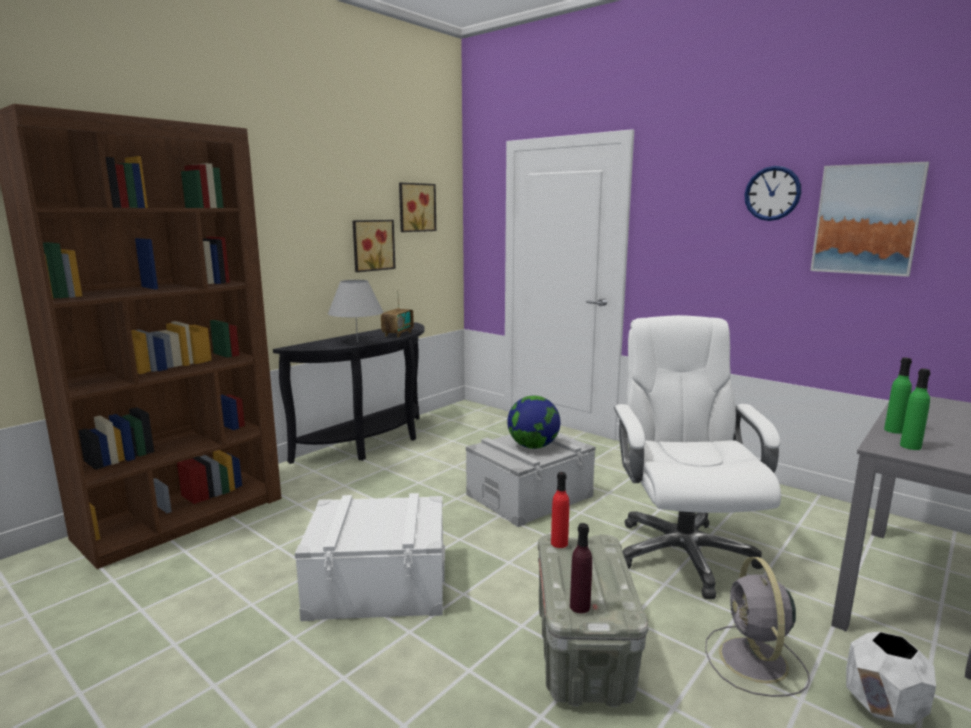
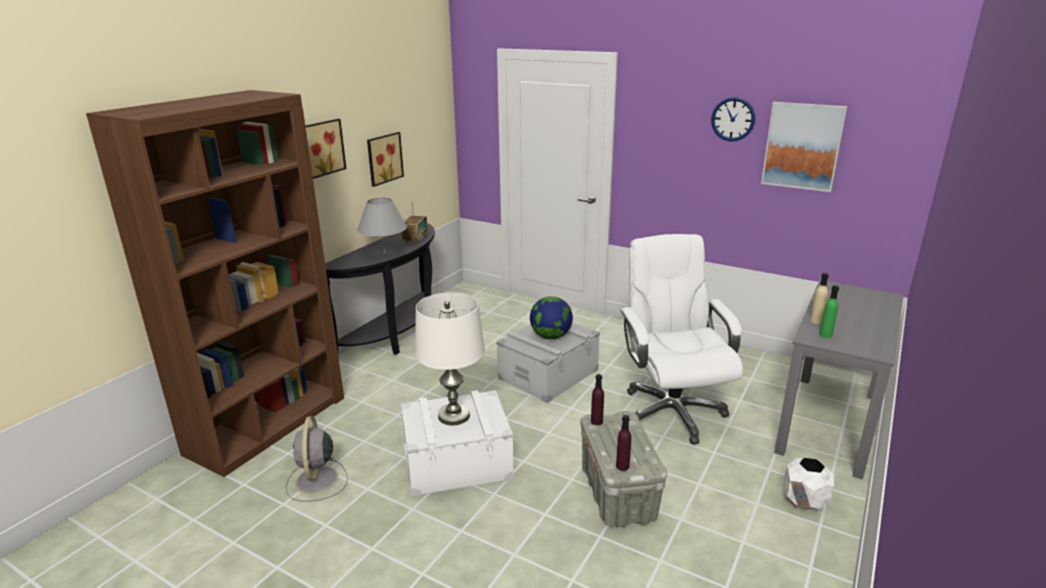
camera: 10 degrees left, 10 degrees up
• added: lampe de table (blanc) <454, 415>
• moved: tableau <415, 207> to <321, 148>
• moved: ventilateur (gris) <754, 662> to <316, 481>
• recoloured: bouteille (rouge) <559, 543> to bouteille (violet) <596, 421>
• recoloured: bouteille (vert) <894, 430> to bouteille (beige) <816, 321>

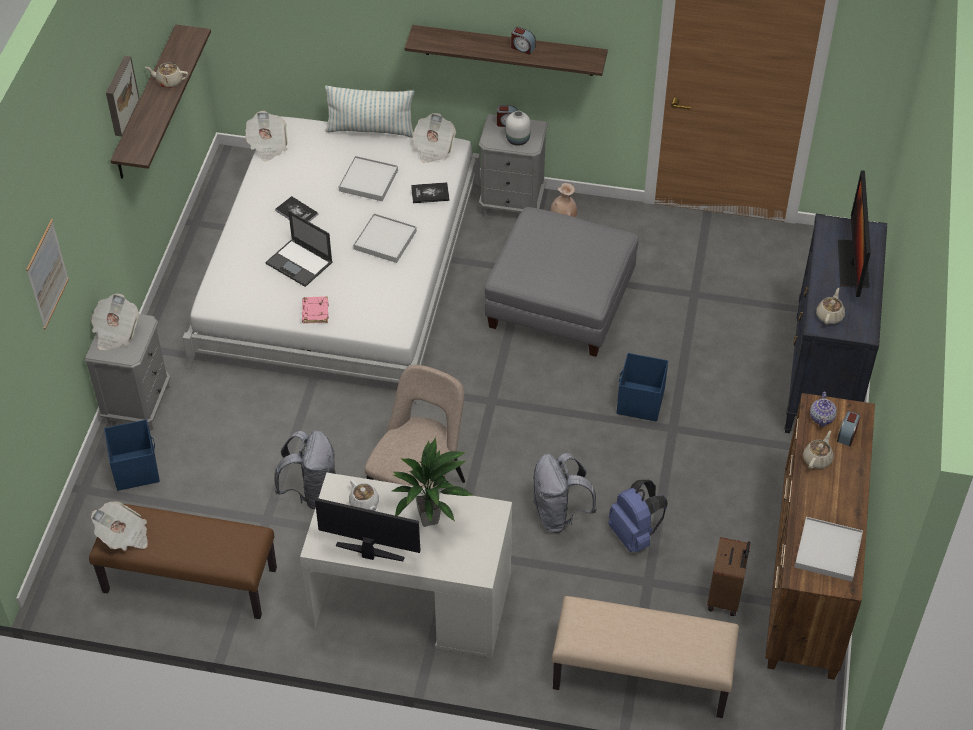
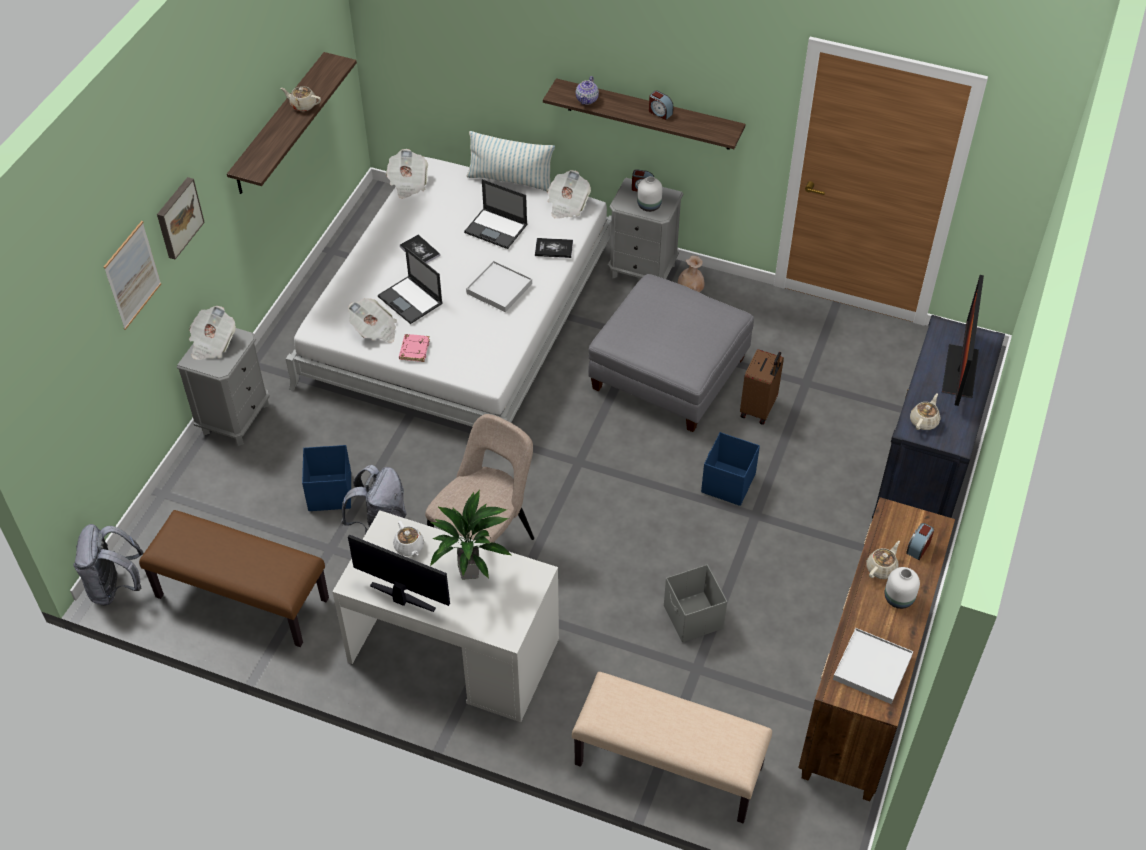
camera: 10 degrees right, 0 degrees up
• added: vase (blanc) <898, 598>
• moved: journal <123, 536> to <374, 330>
• moved: boîte de rangement (bleu) <136, 468> to <330, 492>
• moved: tableau <119, 95> to <178, 217>
• moved: sac à dos (gris) <559, 514> to <115, 587>
• moved: valise (marron) <725, 597> to <759, 409>
• moved: théière <822, 417> to <587, 99>
• replaced: plateau (blanc) <368, 180> to ordinateur portable <496, 229>
• replaced: sac à dos (bleu) <634, 535> to boîte de rangement (gris) <693, 618>

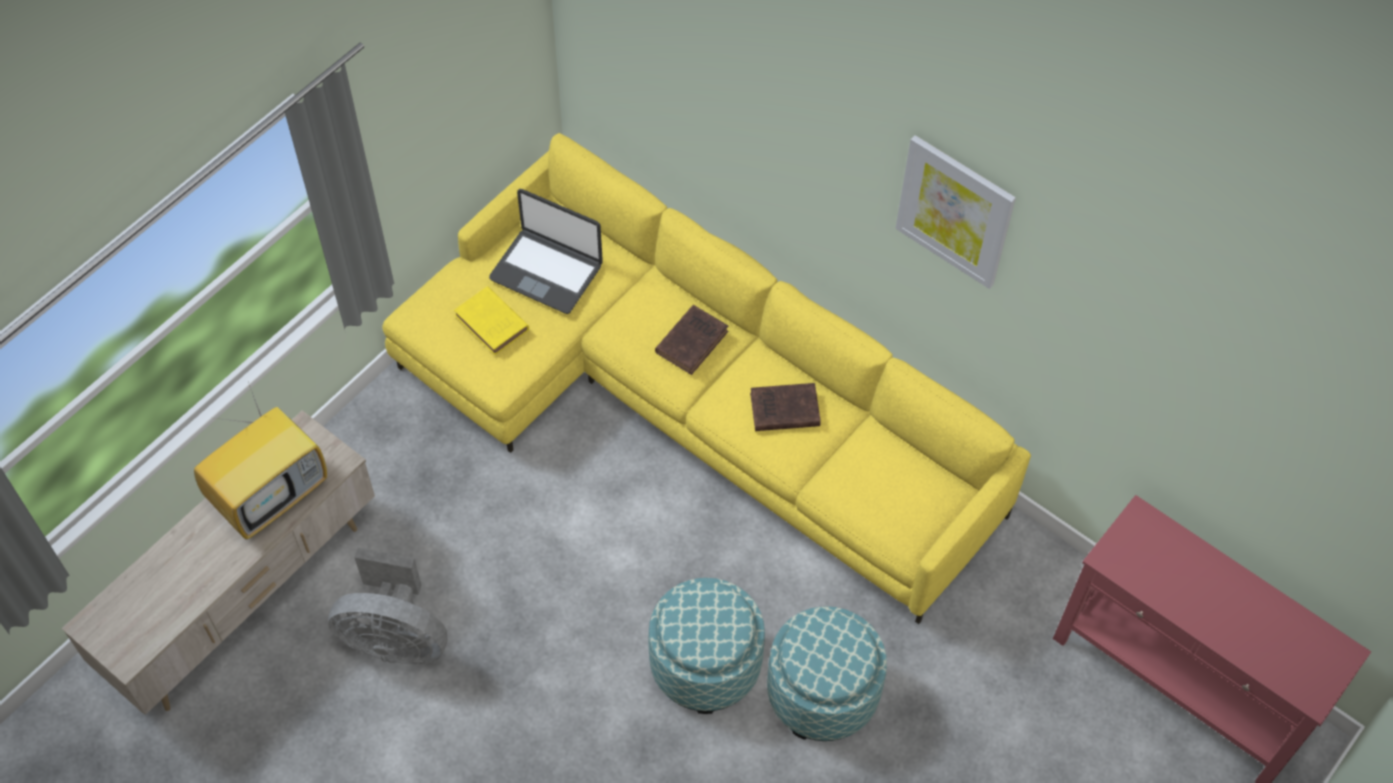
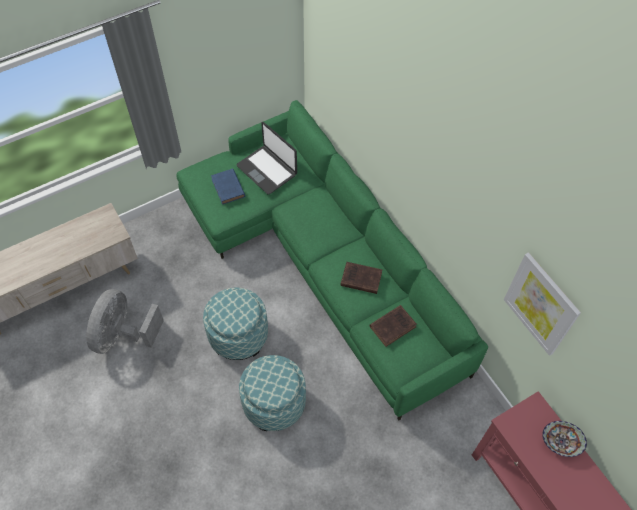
camera: 20 degrees right, 0 degrees up
• removed: téléviseur <271, 493>
• added: bol <561, 441>
• moved: livre (marron) <693, 340> to <393, 326>
• moved: pouf <822, 693> to <238, 335>
• moved: tableau <955, 211> to <541, 304>
• recoloured: canapé (jaune) <689, 403> to canapé (vert) <323, 261>
• recoloured: livre (jaune) <493, 324> to livre (bleu) <228, 188>
• turned: ventilateur (gris) <395, 638> = <123, 335> 75 degrees clockwise

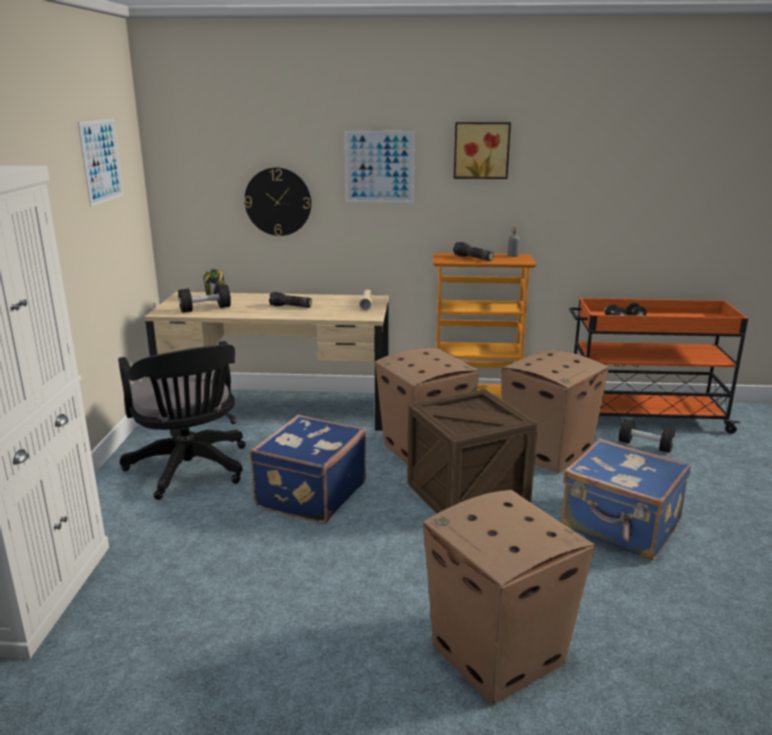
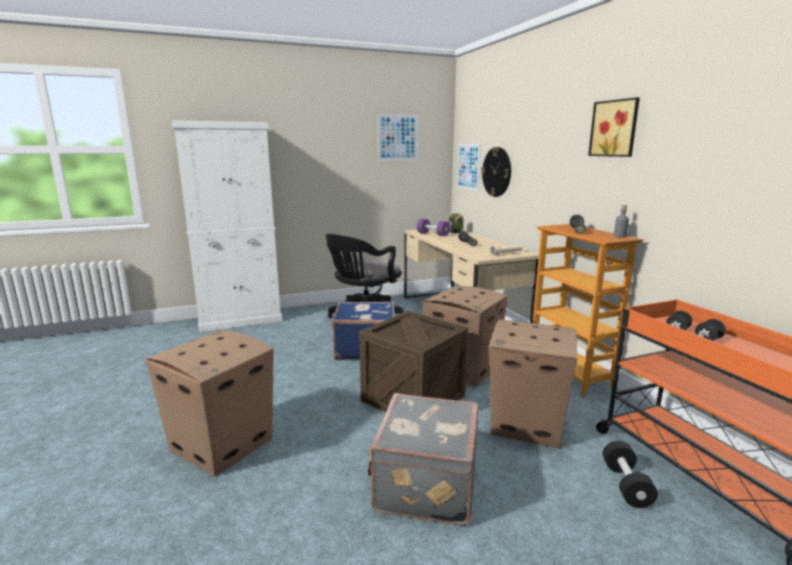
camera: 65 degrees right, 5 degrees down
• moved: tableau <379, 167> to <468, 166>
• recoloured: haltère (noir) <205, 309> to haltère (violet) <433, 234>
• recoloured: valise (bleu) <620, 527> to valise (gris) <424, 484>

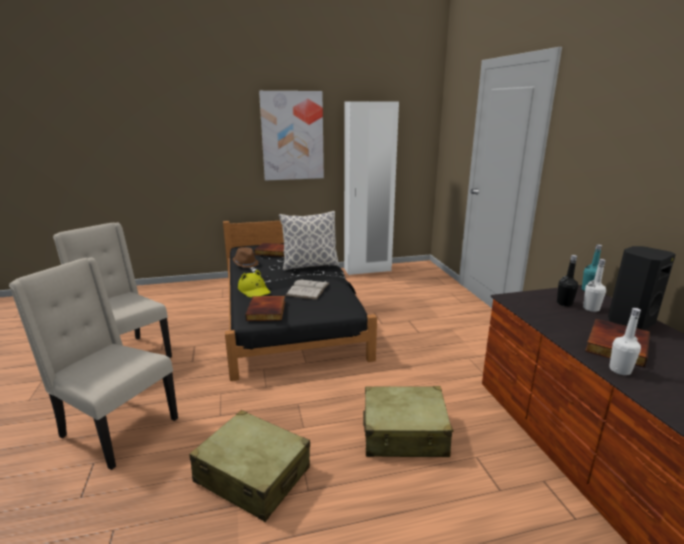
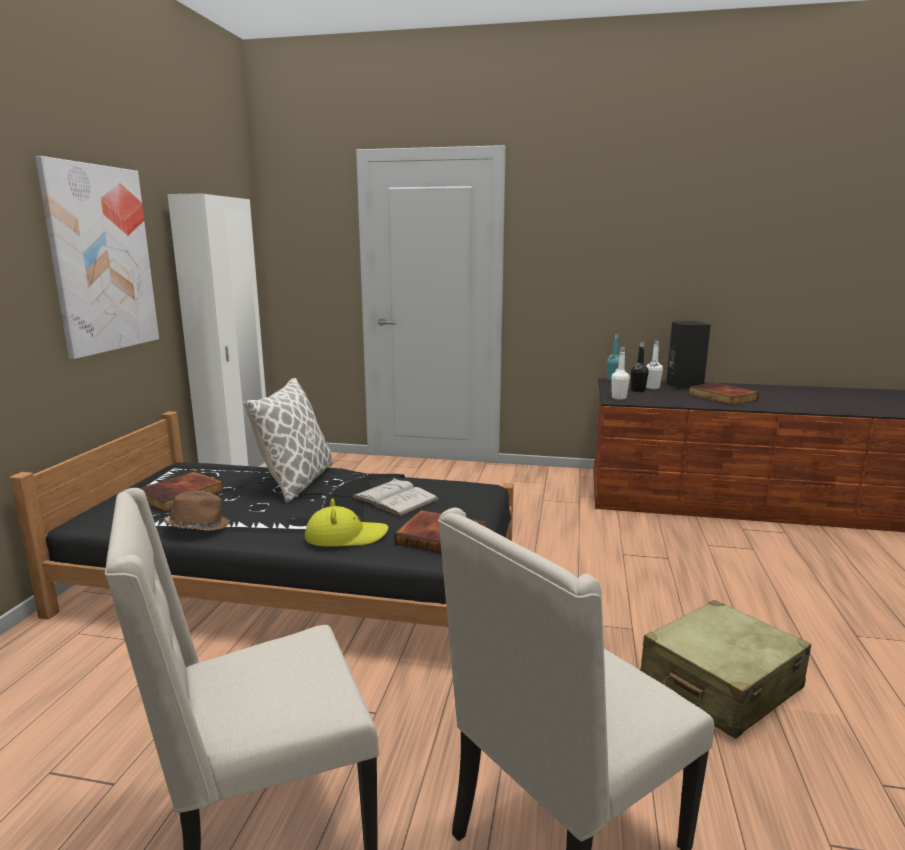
camera: 65 degrees left, 5 degrees down
• removed: valise (beige) <404, 433>
• moved: bouteille (blanc) <620, 370> to <619, 398>

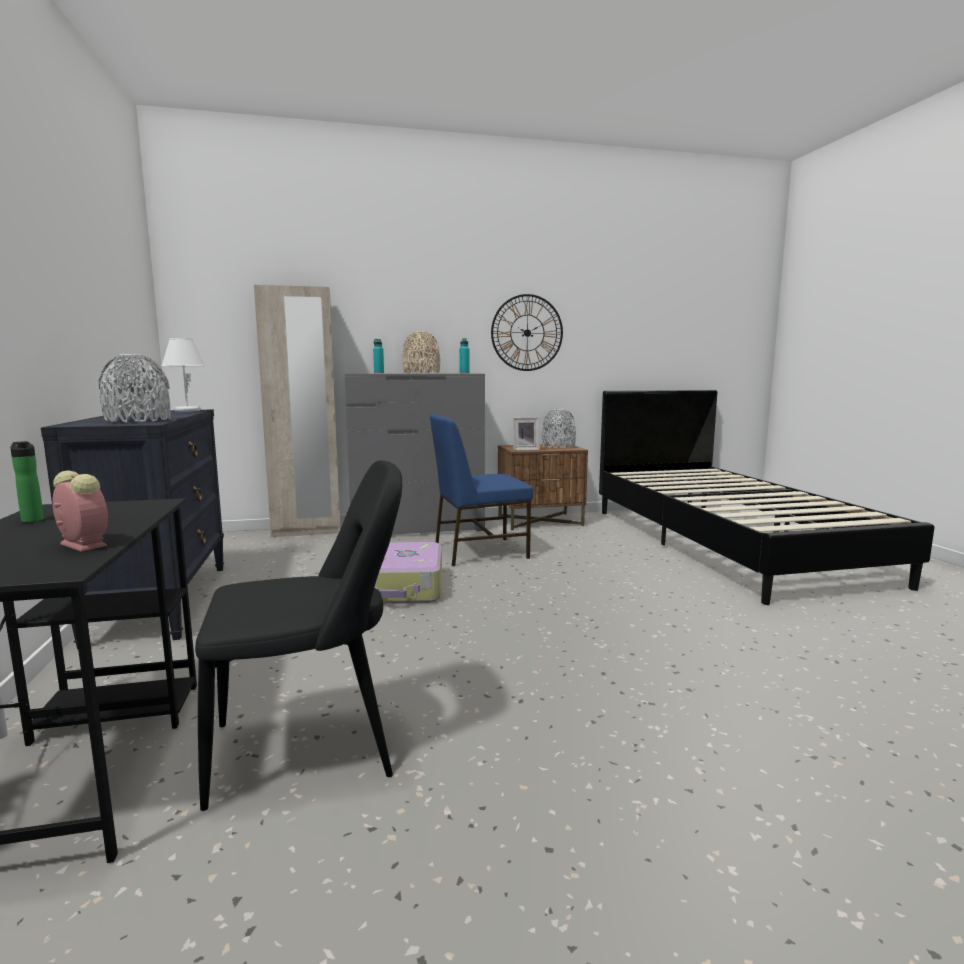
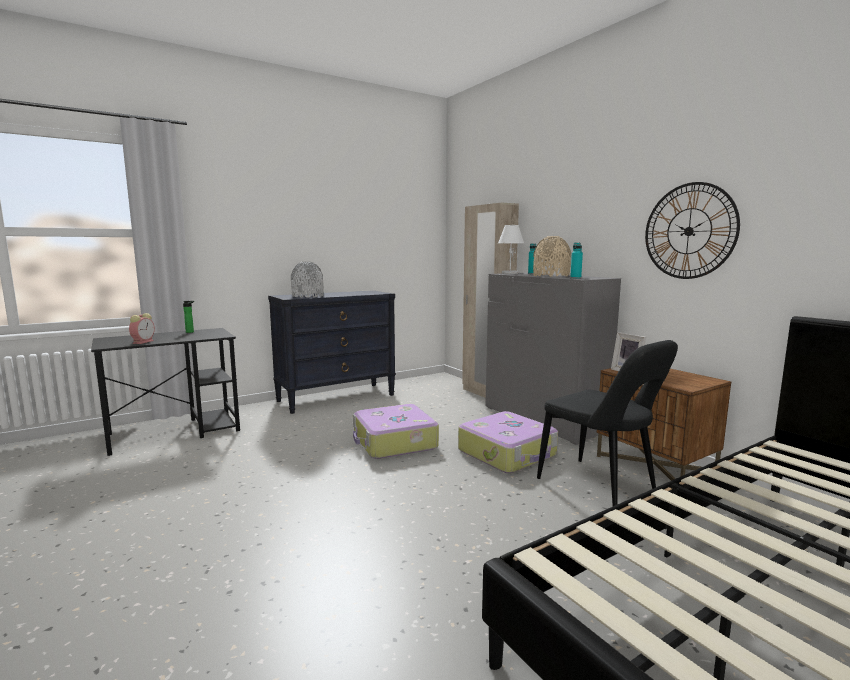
camera: 70 degrees right, 0 degrees up
• removed: vase (gris) <558, 446>
• moved: lampe de table (blanc) <187, 410> to <509, 273>
• moved: chaise (noir) <312, 749> to <600, 488>
• replaced: chaise (bleu) <478, 551> to valise <508, 453>

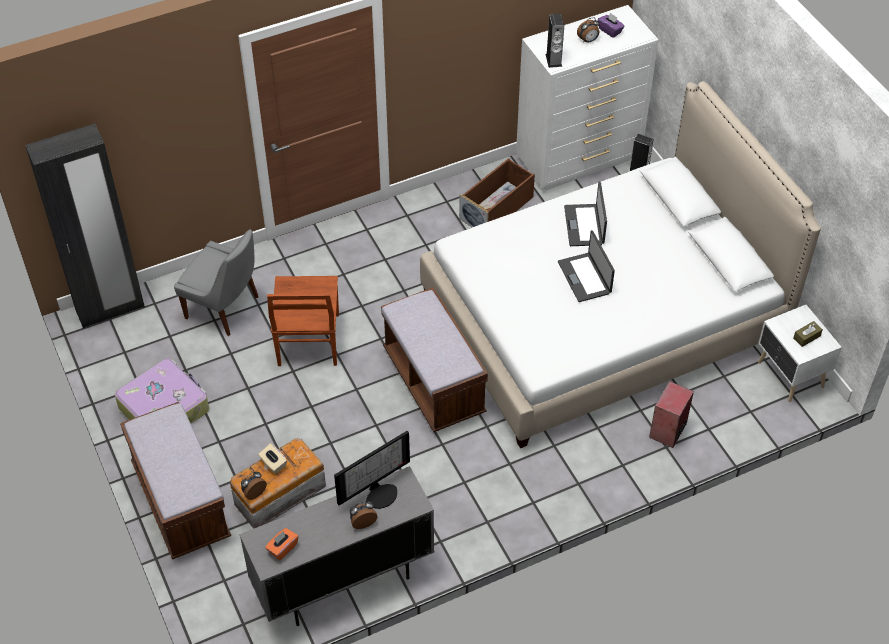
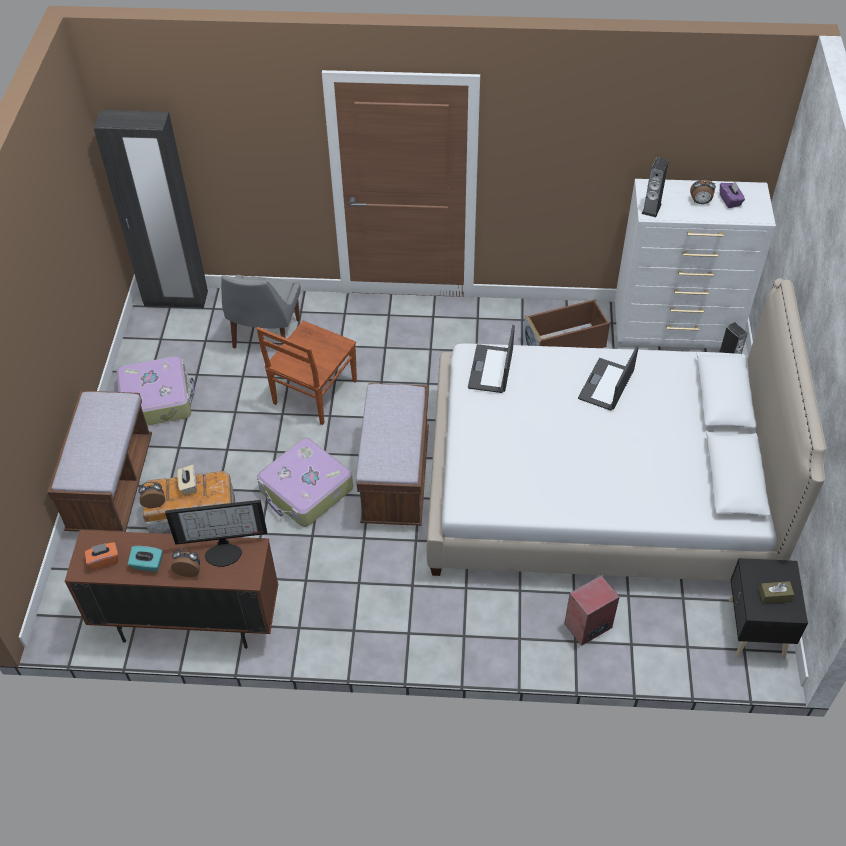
camera: 30 degrees right, 0 degrees up
• added: boîte à mouchoirs (turquoise) <147, 564>
• added: valise <306, 490>
• moved: ordinateur portable <585, 277> to <491, 369>
• recoloured: meuble de rangement (gris) <343, 582> to meuble de rangement (marron) <189, 623>
• recoloured: table de chevet (blanc) <790, 376> to table de chevet (noir) <754, 629>
• turned: chaise (gris) <224, 308> = <265, 336> 45 degrees clockwise

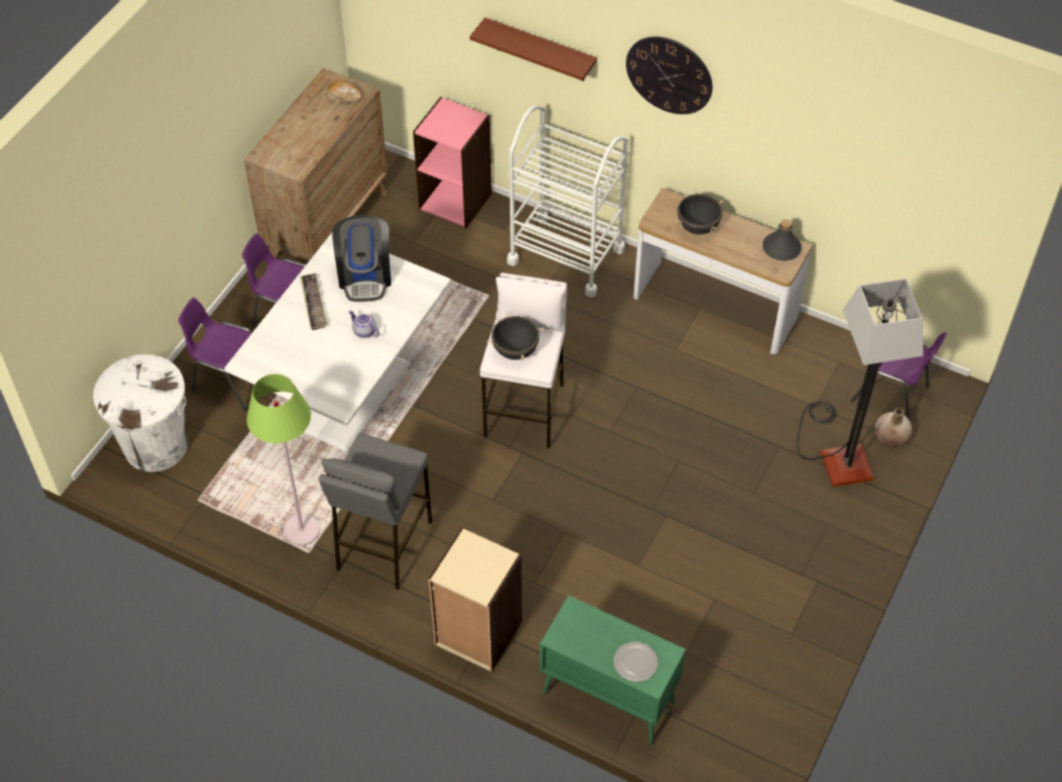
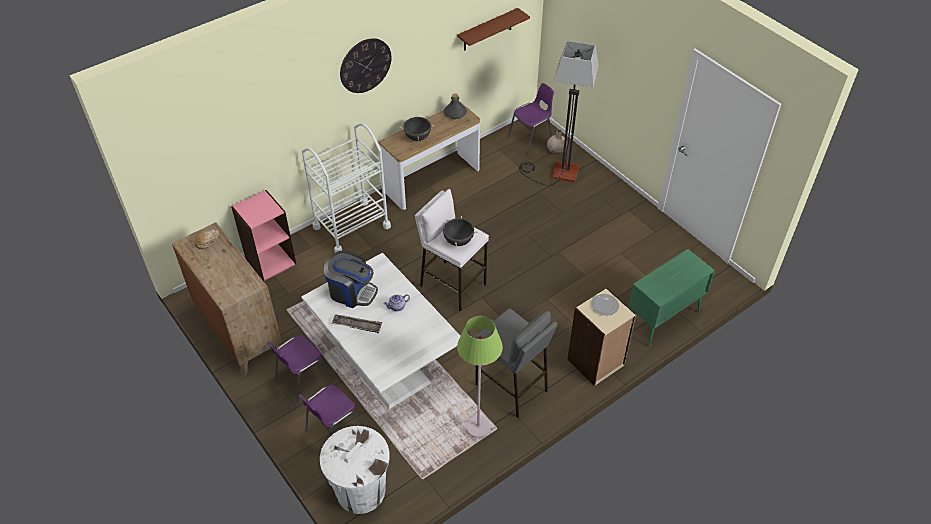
camera: 65 degrees left, 5 degrees down
• moved: étagère (marron) <540, 51> to <487, 30>
• moved: assiette <635, 662> to <604, 305>

